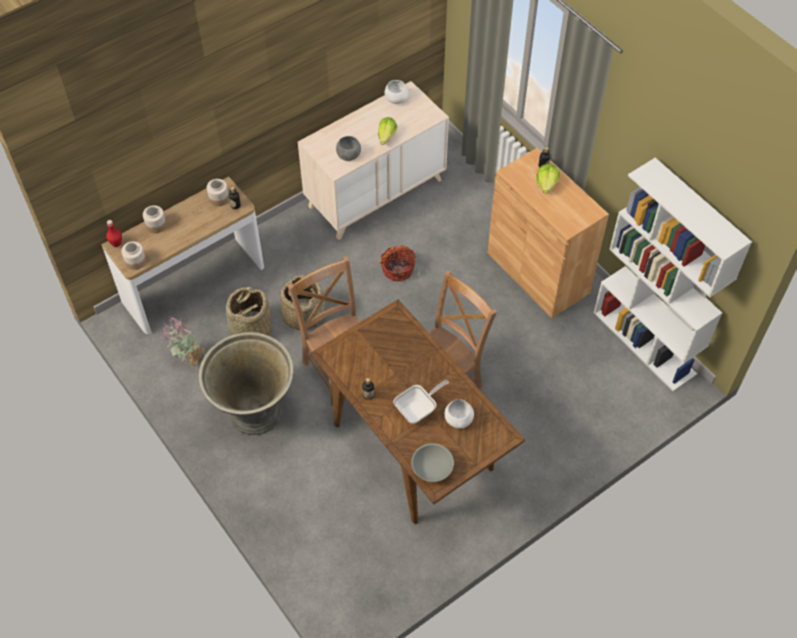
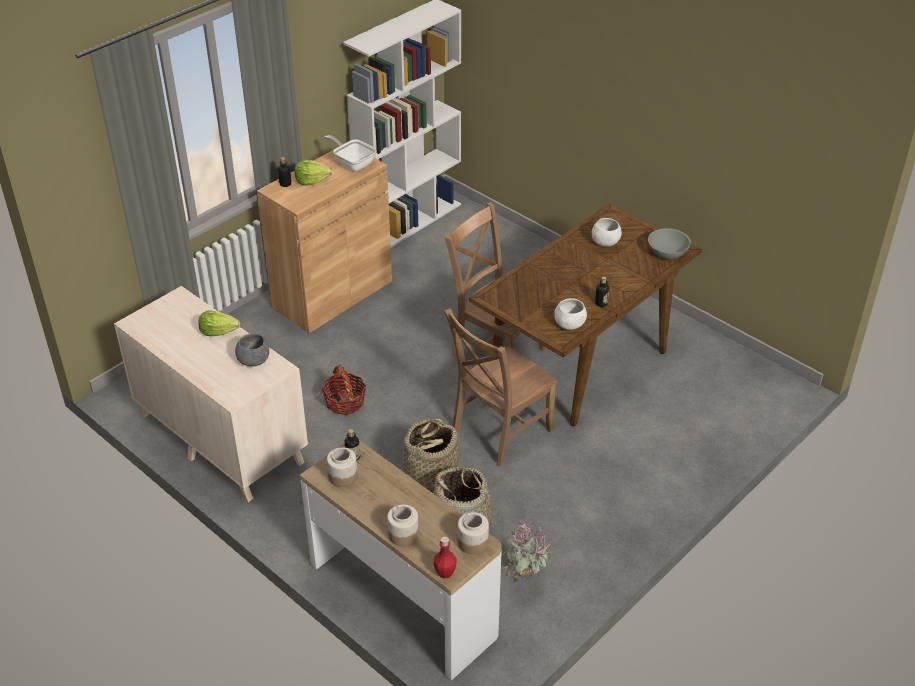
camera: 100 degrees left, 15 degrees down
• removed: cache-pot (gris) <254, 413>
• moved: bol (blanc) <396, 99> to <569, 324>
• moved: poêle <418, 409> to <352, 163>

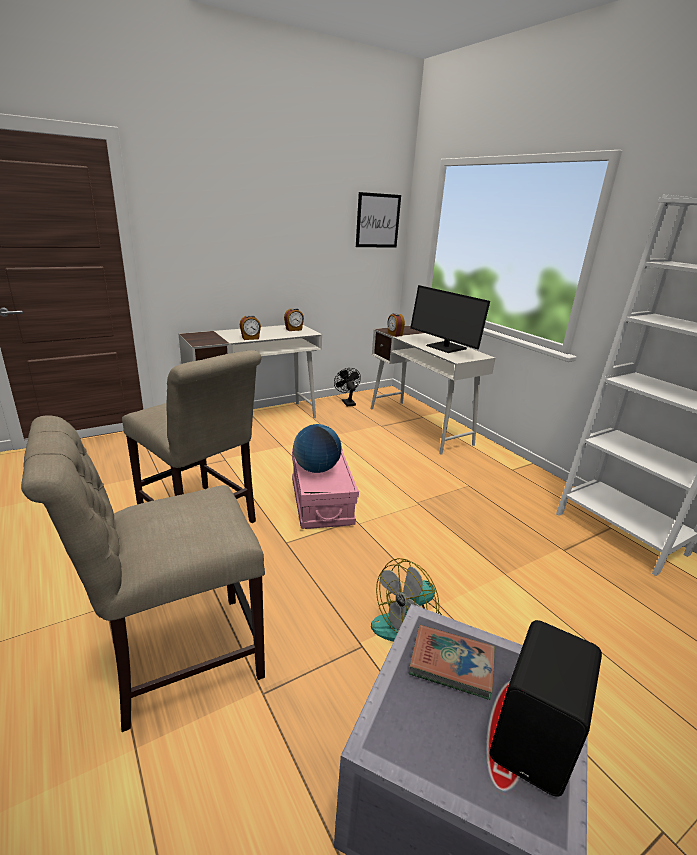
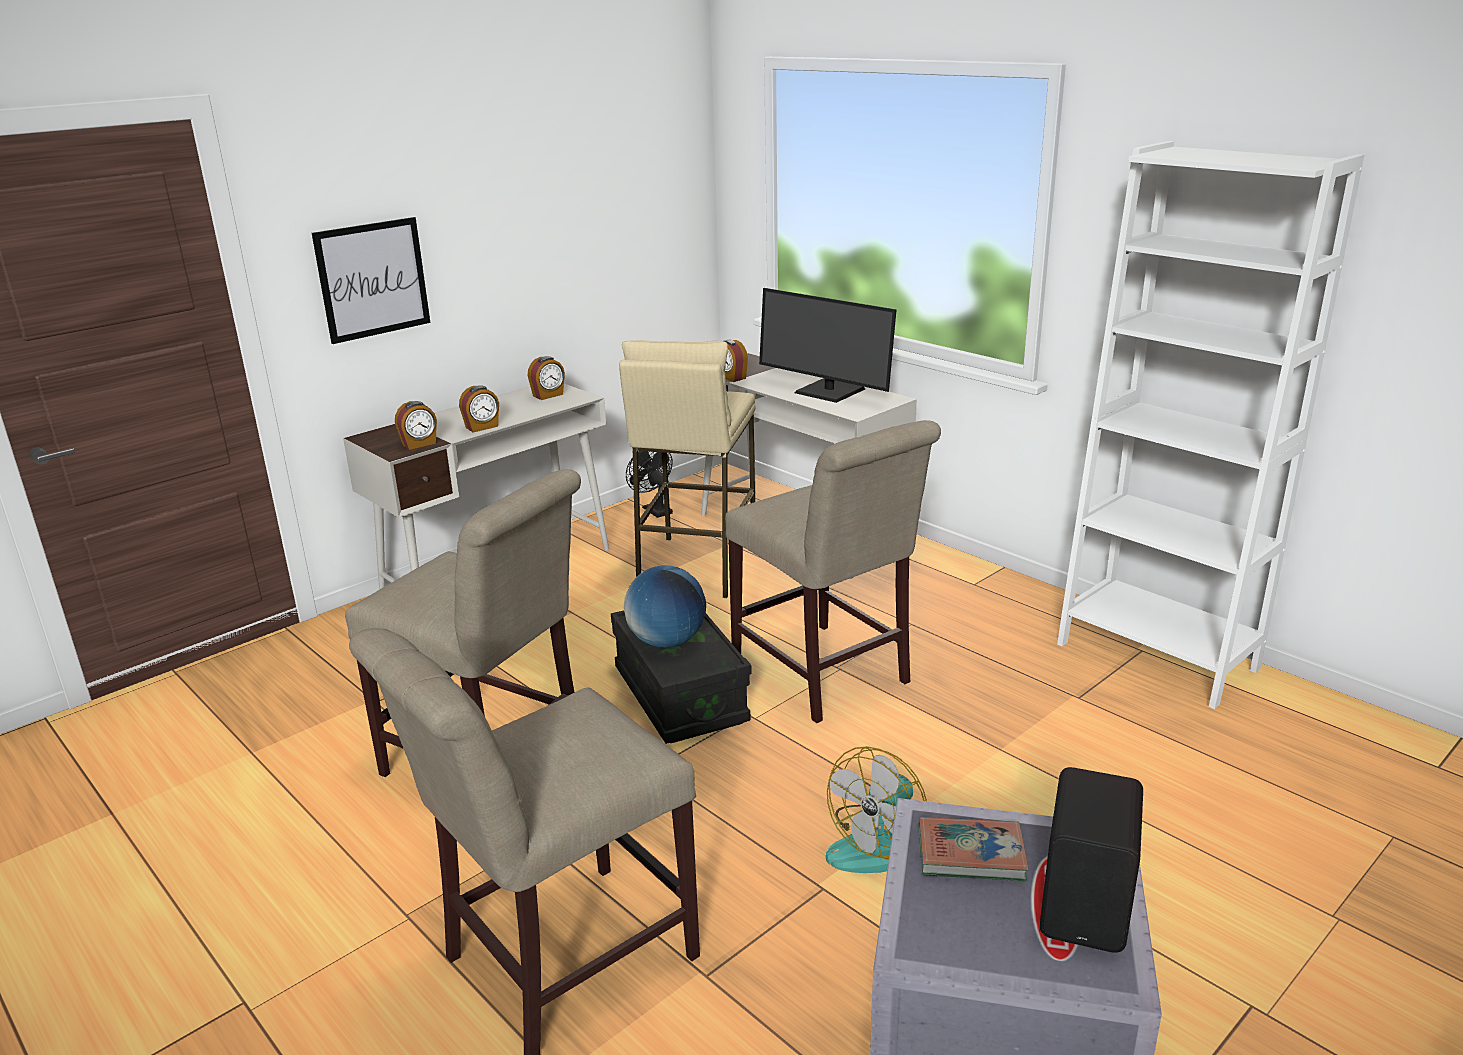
camera: 10 degrees left, 0 degrees up
• added: réveil <419, 444>
• added: tabouret (beige) <695, 567>
• added: chaise (beige) <825, 676>
• moved: tableau <378, 220> to <373, 279>
• recoloured: boîte de rangement (rose) <321, 502> to boîte de rangement (noir) <680, 695>

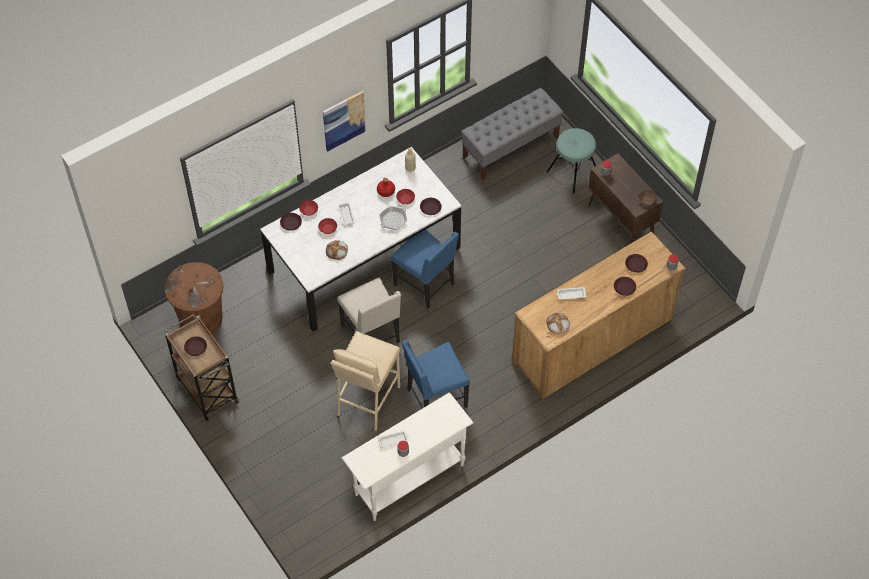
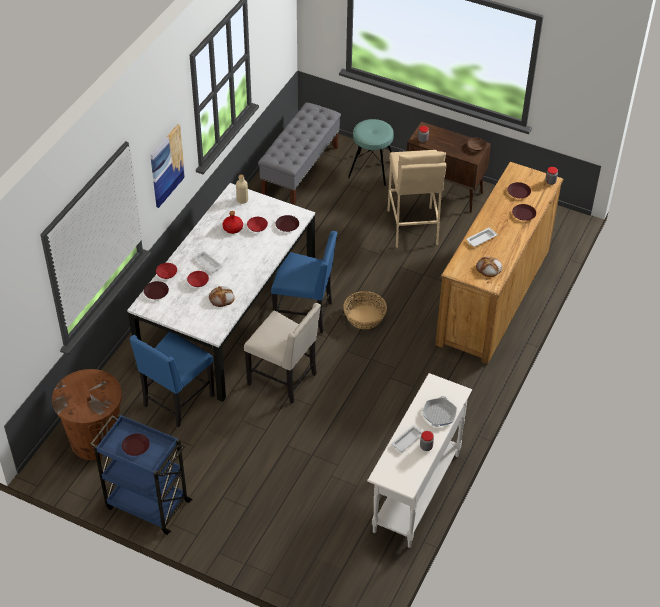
camera: 30 degrees left, 10 degrees down
• added: panier <365, 317>
• moved: tabouret (beige) <367, 401> to <412, 227>
• moved: poêle <393, 220> to <439, 414>
• moved: chaise (bleu) <435, 398> to <177, 401>
• recoloured: chariot (marron) <206, 389> to chariot (bleu) <146, 504>

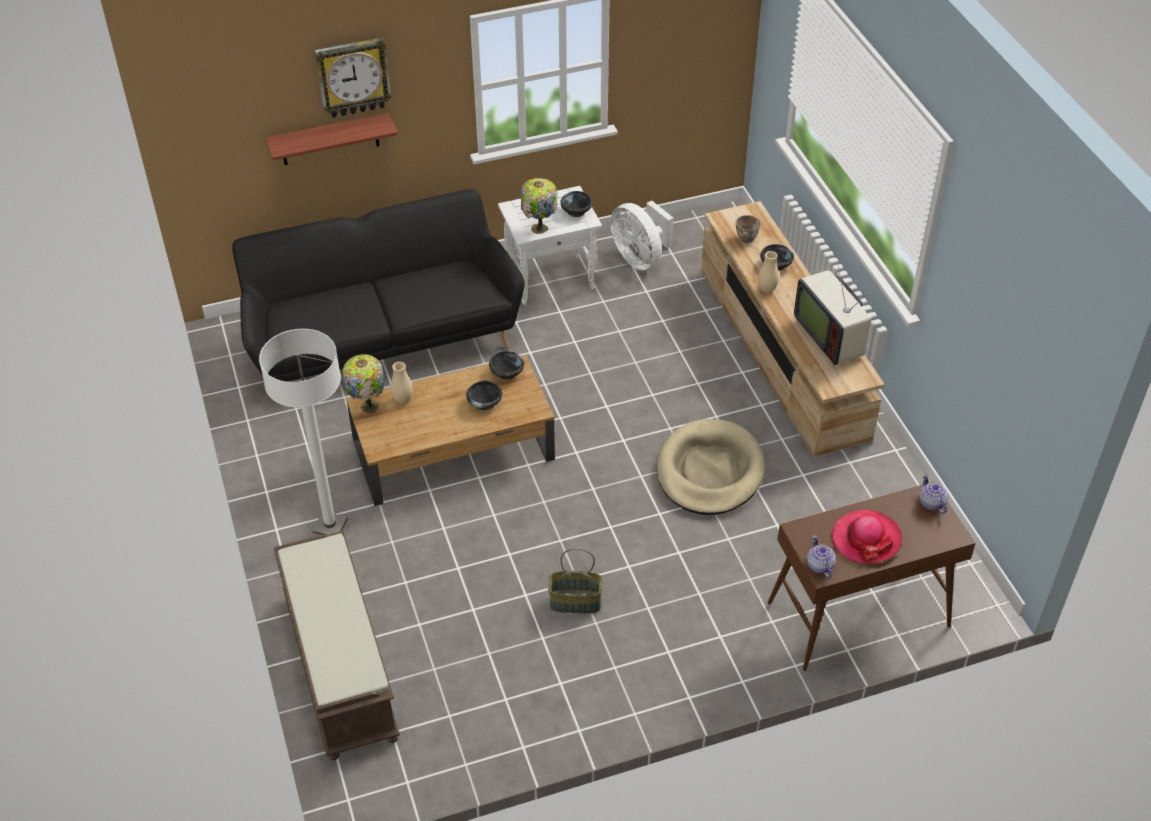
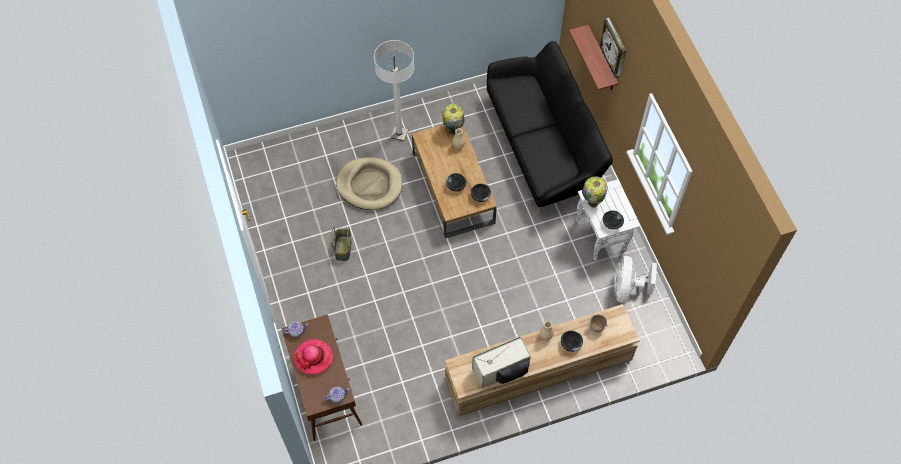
camera: 90 degrees right, 15 degrees up
• removed: banc (marron) <338, 666>
• moved: panier pour chien (beige) <709, 471> to <369, 185>
• turned: ventilateur (blanc) <640, 258> = <627, 288> 45 degrees counterclockwise

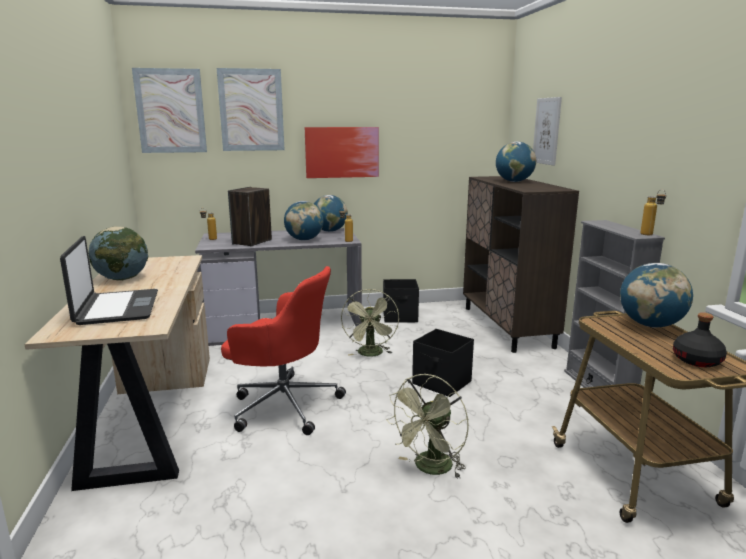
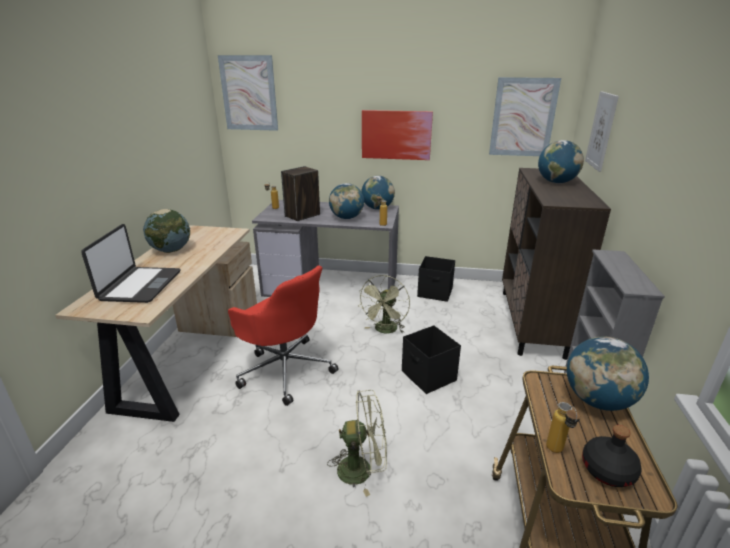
camera: 20 degrees right, 10 degrees up
• moved: tableau <251, 110> to <523, 117>
• moved: bouteille <650, 235> to <557, 453>
• turned: ventilateur (vert) <430, 469> = <362, 469> 150 degrees counterclockwise

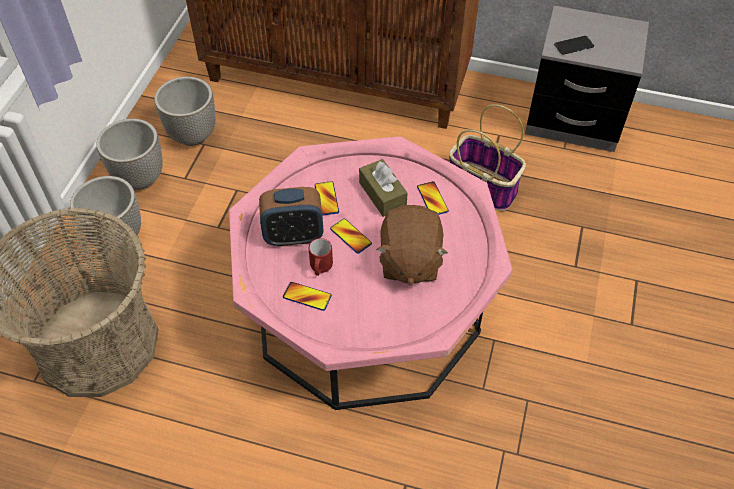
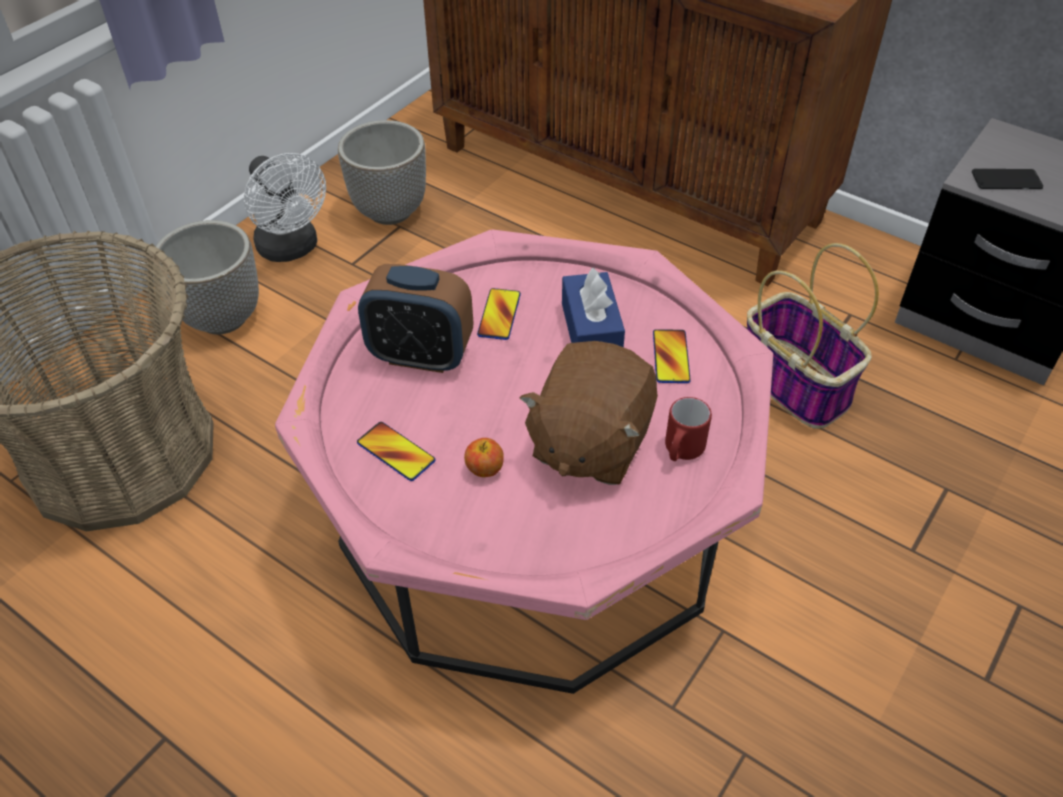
camera: 20 degrees right, 5 degrees down
• removed: téléphone <350, 236>
• added: pomme <484, 469>
• moved: mug (rouge) <320, 268> to <681, 451>
• replaced: cache-pot <140, 178> to ventilateur (blanc) <292, 249>
• recoloured: boîte à mouchoirs (marron) <382, 194> to boîte à mouchoirs (bleu) <591, 330>

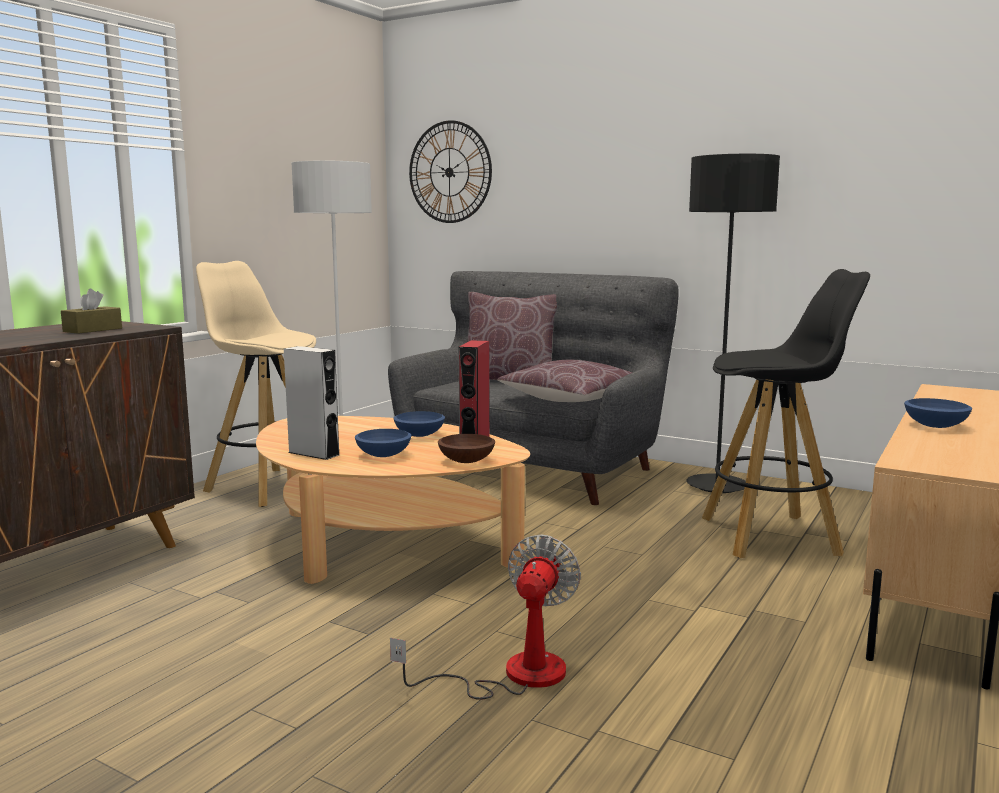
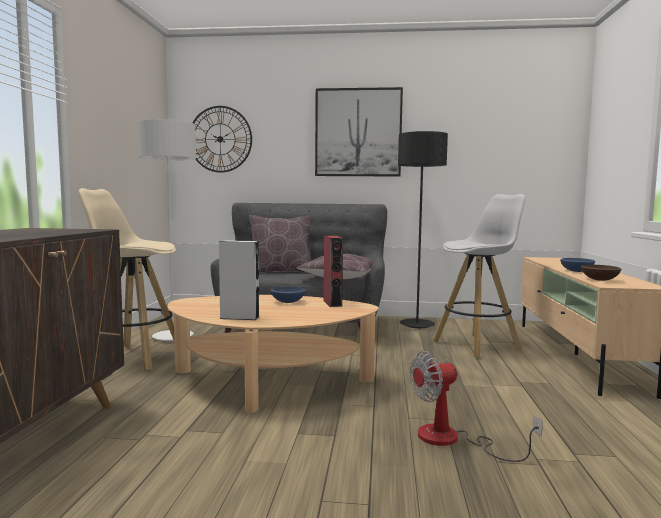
camera: 25 degrees left, 5 degrees down
• removed: boîte à mouchoirs (marron) <93, 330>
• removed: bol (bleu) <383, 455>
• added: tableau <358, 132>
• moved: bol (marron) <466, 460> to <599, 279>
• recoloured: tabouret (noir) <771, 536> to tabouret (blanc) <477, 345>
• turned: ventilateur <513, 675> = <452, 440> 105 degrees counterclockwise

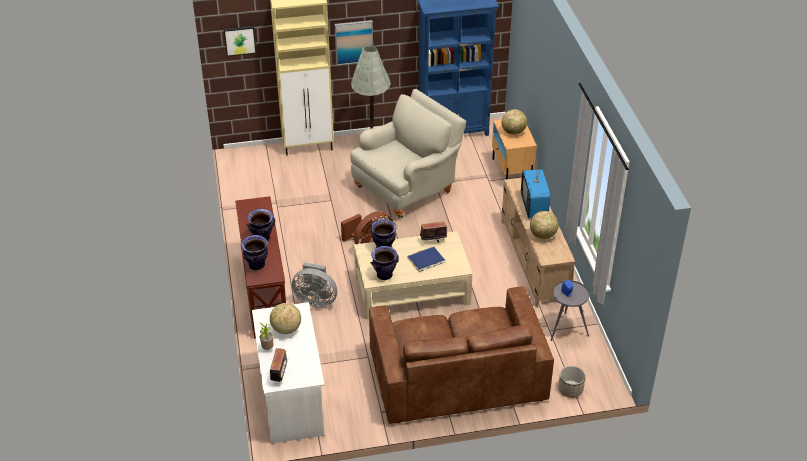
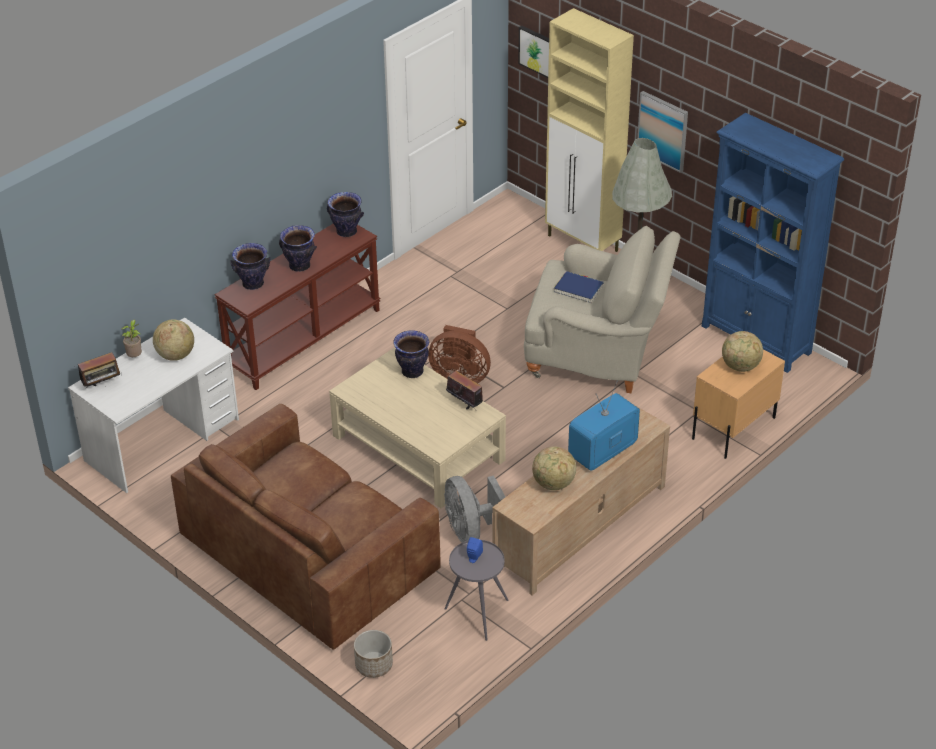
camera: 55 degrees right, 0 degrees up
• moved: ventilateur (gris) <315, 300> to <470, 531>
• moved: vase <384, 275> to <346, 231>
• moved: livre (bleu) <426, 260> to <578, 289>

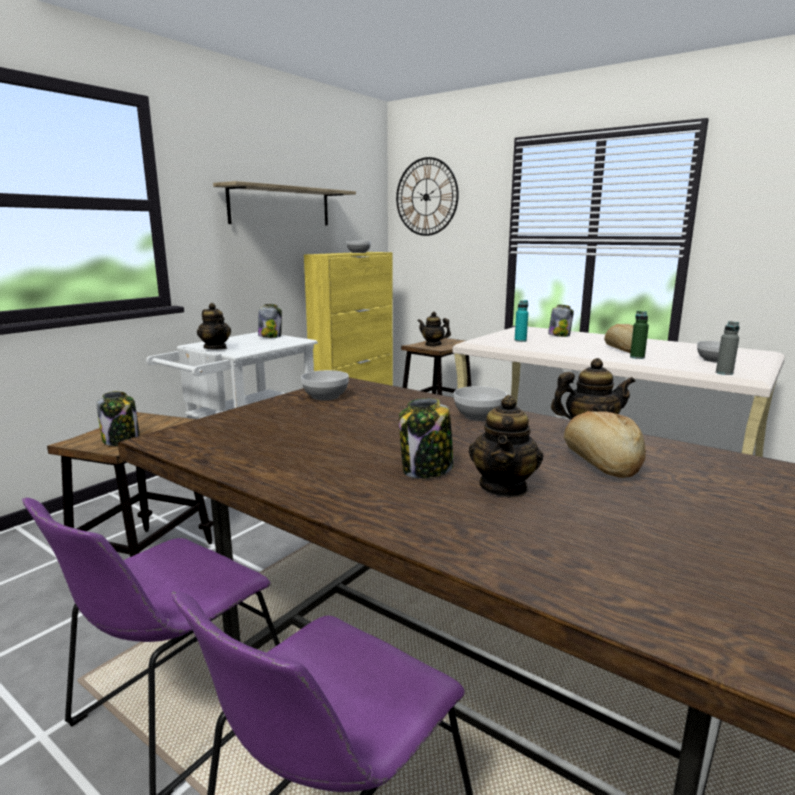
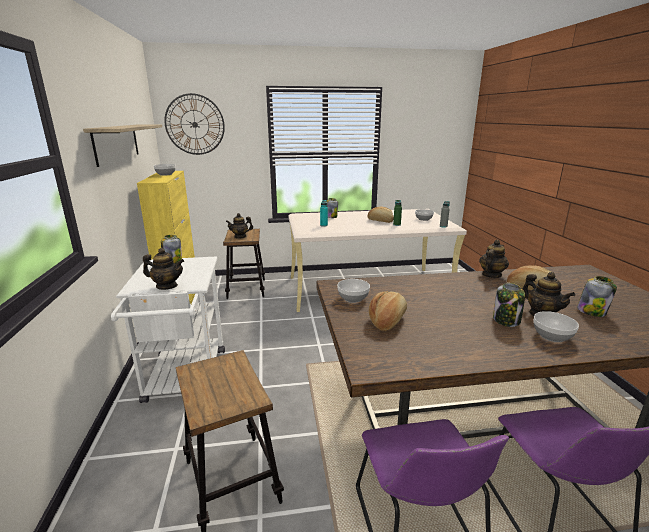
camera: 45 degrees left, 5 degrees up
• added: pain <388, 320>
• moved: bocal <122, 440> to <592, 311>
• moved: bol <478, 416> to <551, 336>

